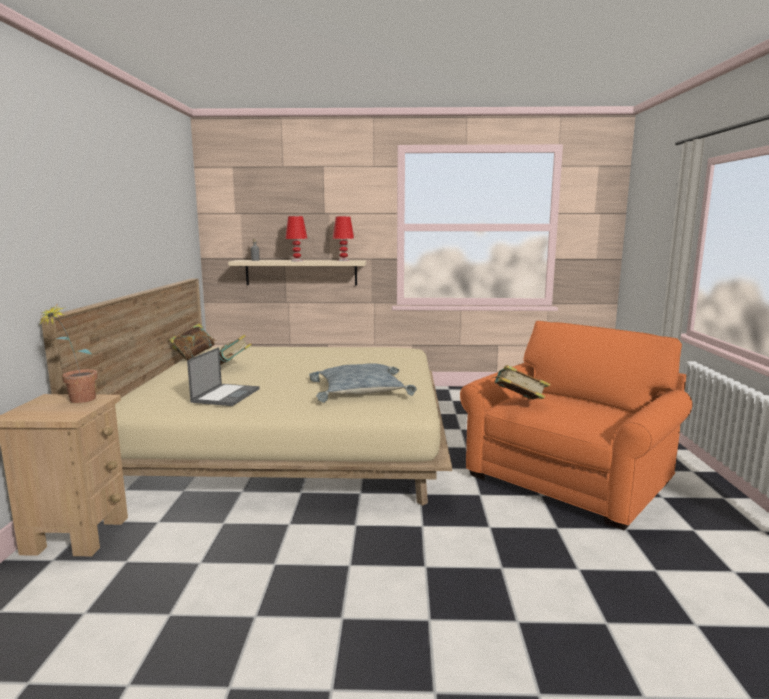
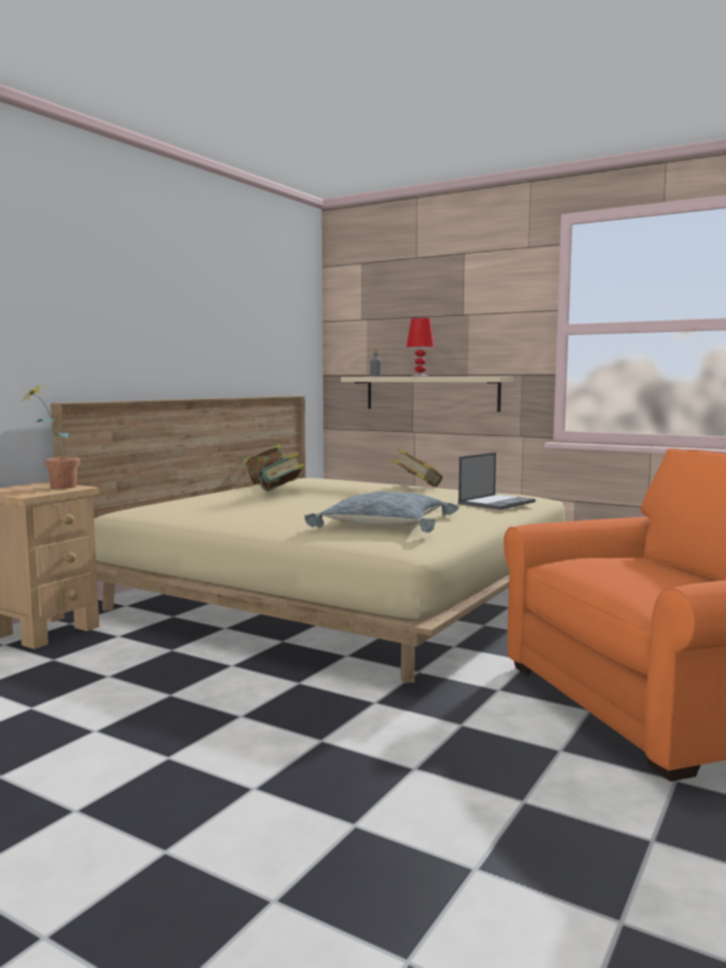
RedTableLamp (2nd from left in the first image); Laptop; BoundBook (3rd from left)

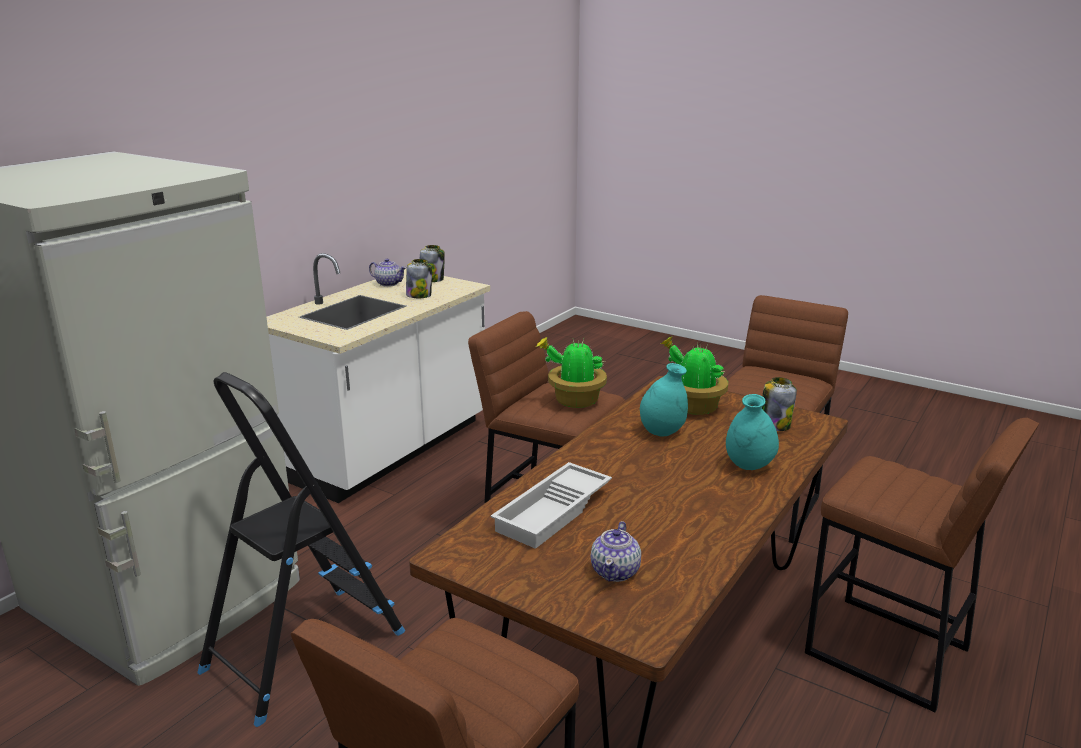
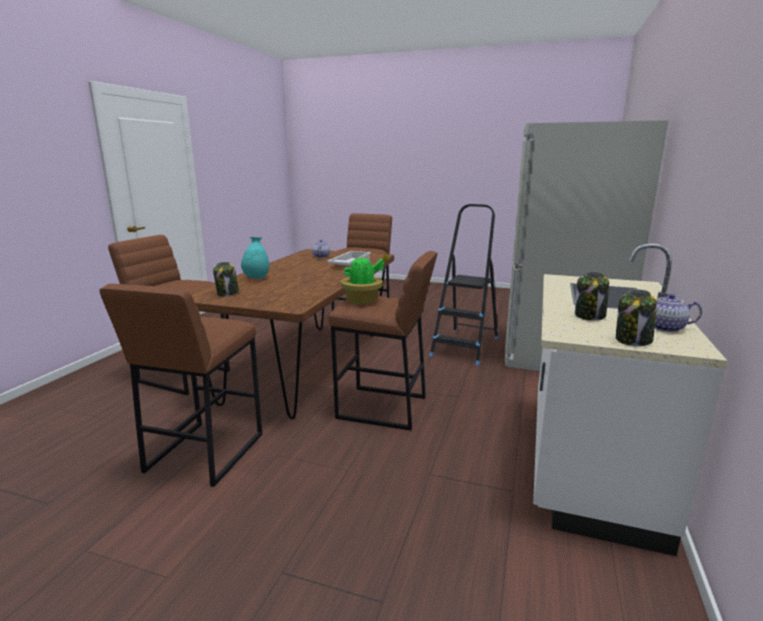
BlueGreenDecorativeVase (1st from left in the first image); PottedPlant (2nd from left in the first image)

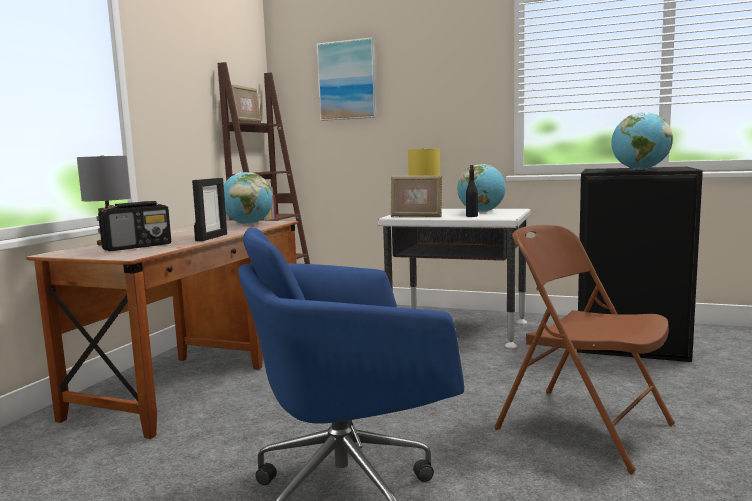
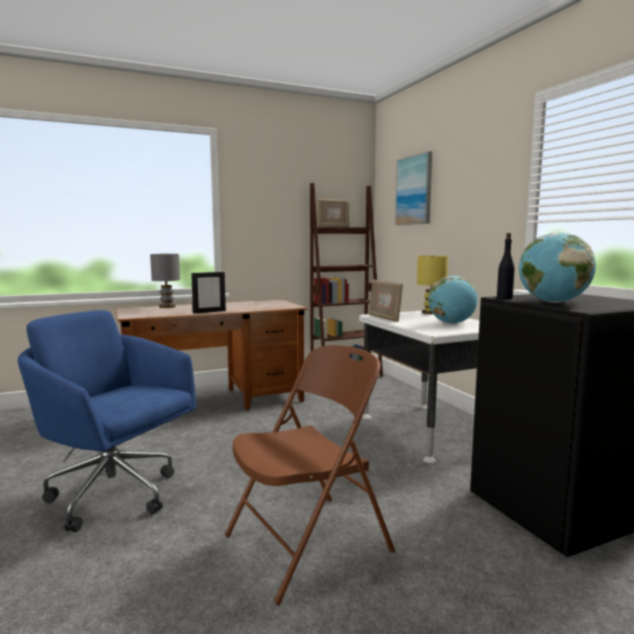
Radio; Globe (1st from left in the first image); BlackDrinkBottle; BrownUprightChair

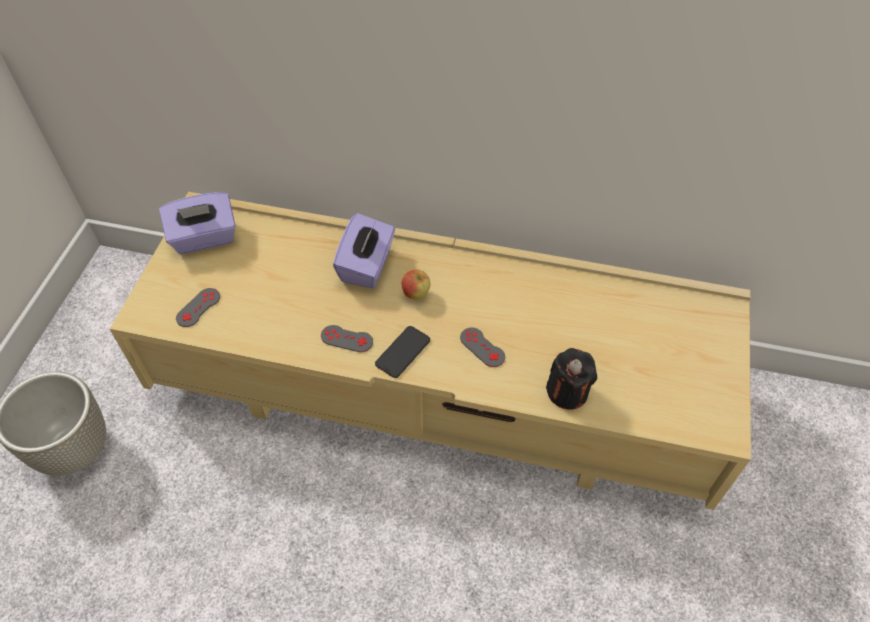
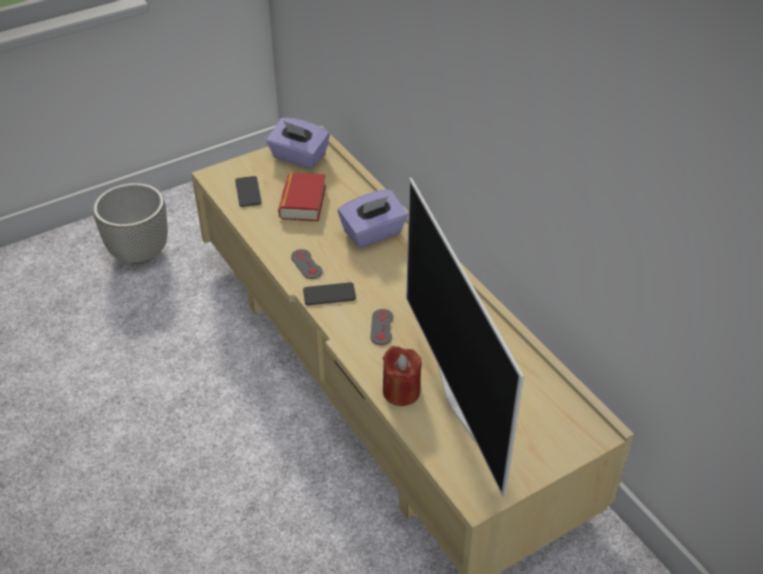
AppleFruit; BoundBook; TvSet; Phone (1st from left); RedWaxLight

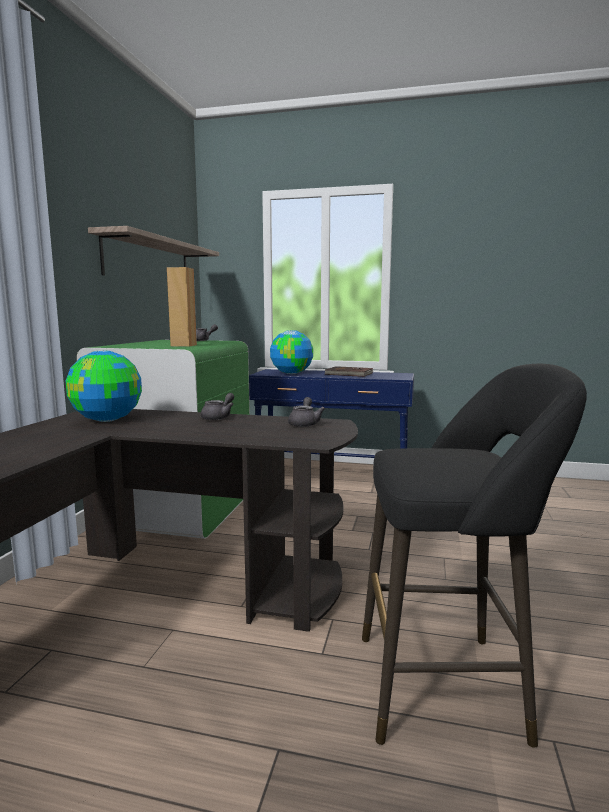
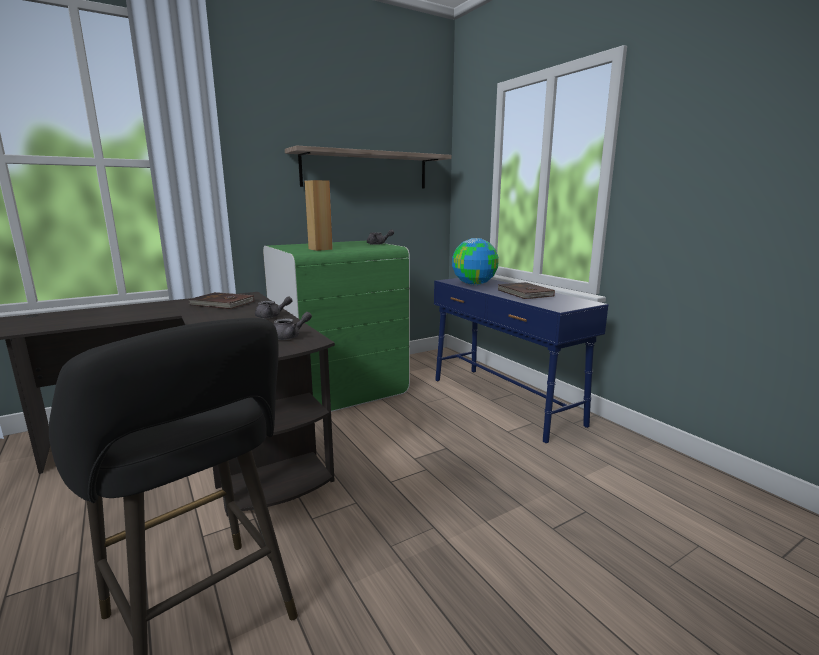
BrownBoundBook (1st from left)

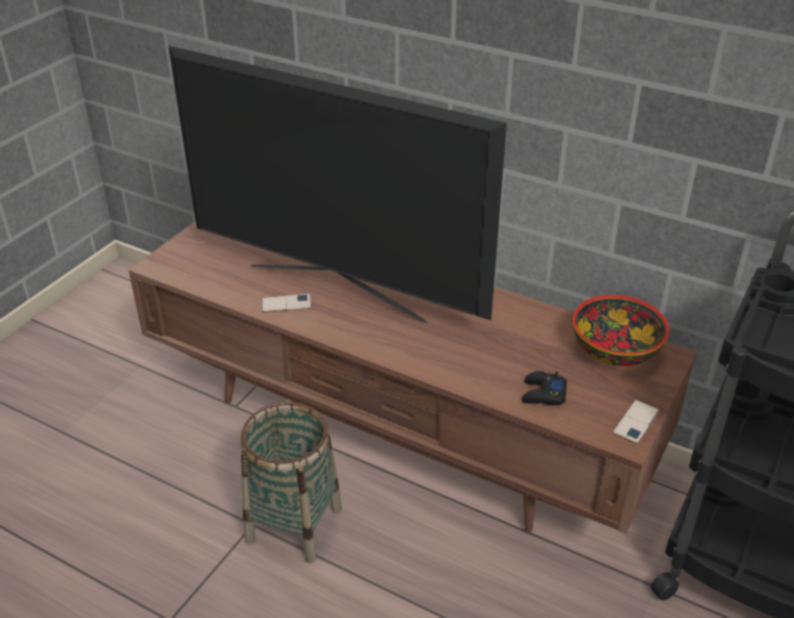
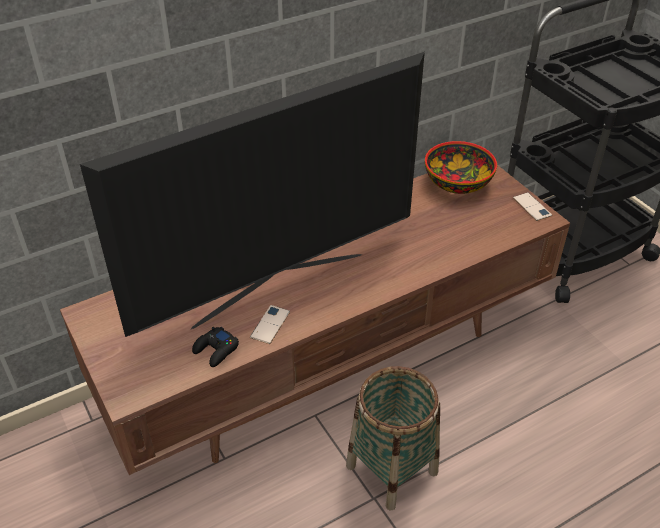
BlackJoypad

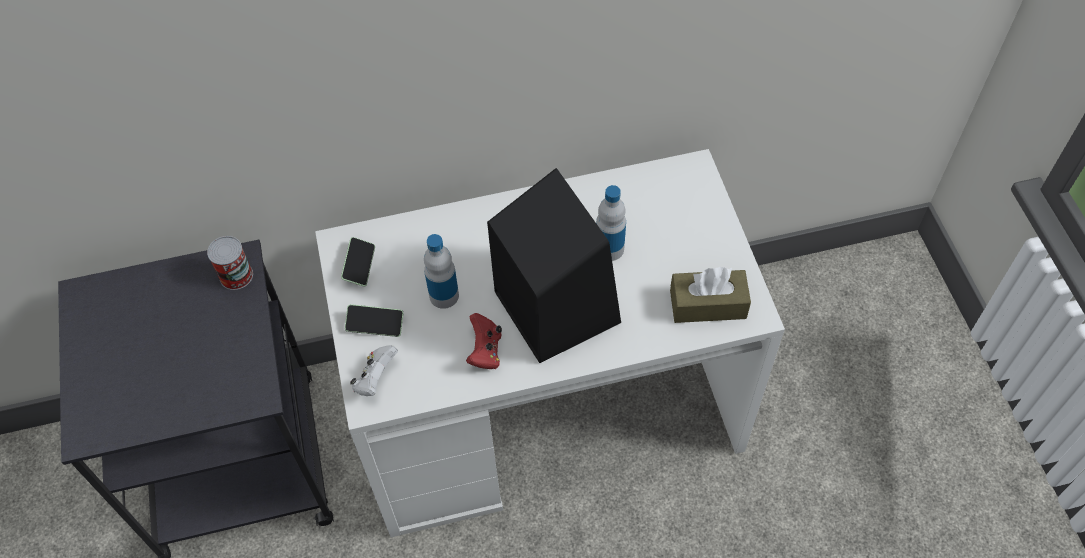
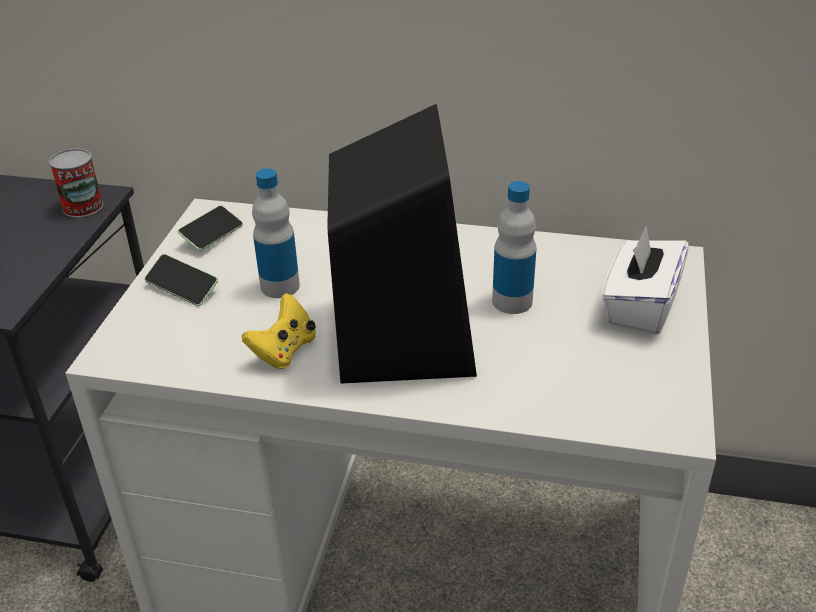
WhiteJoypad; BrownTissueHolder; WhiteTissueHolder; YellowColouredJoypad

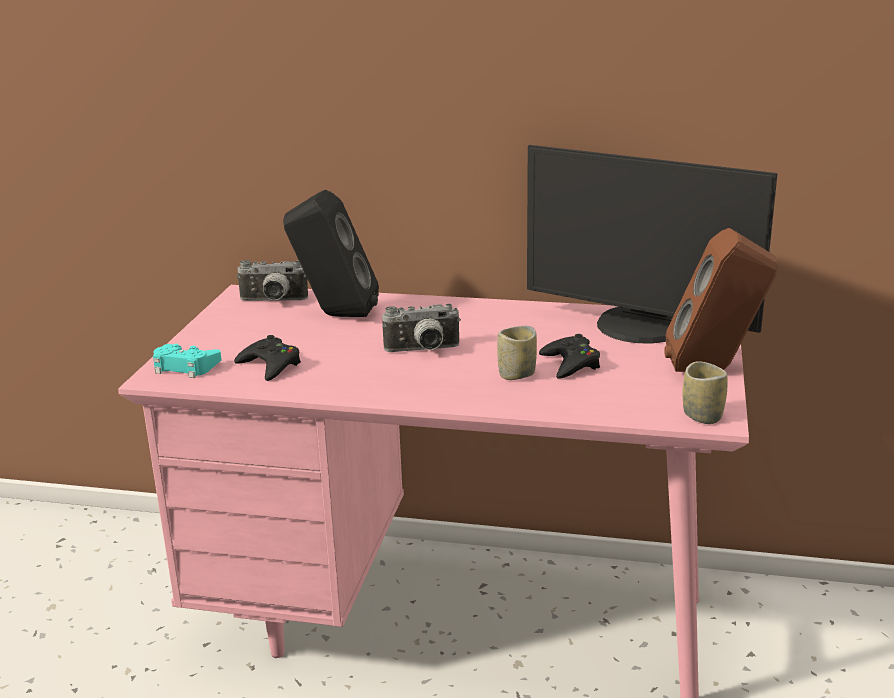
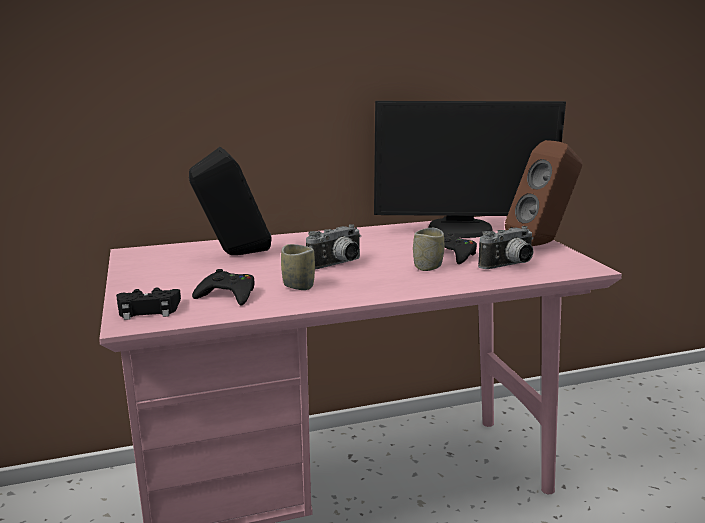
StillCamera (2nd from left); DrinkingCup (1st from left); BlackJoypad (1st from left)

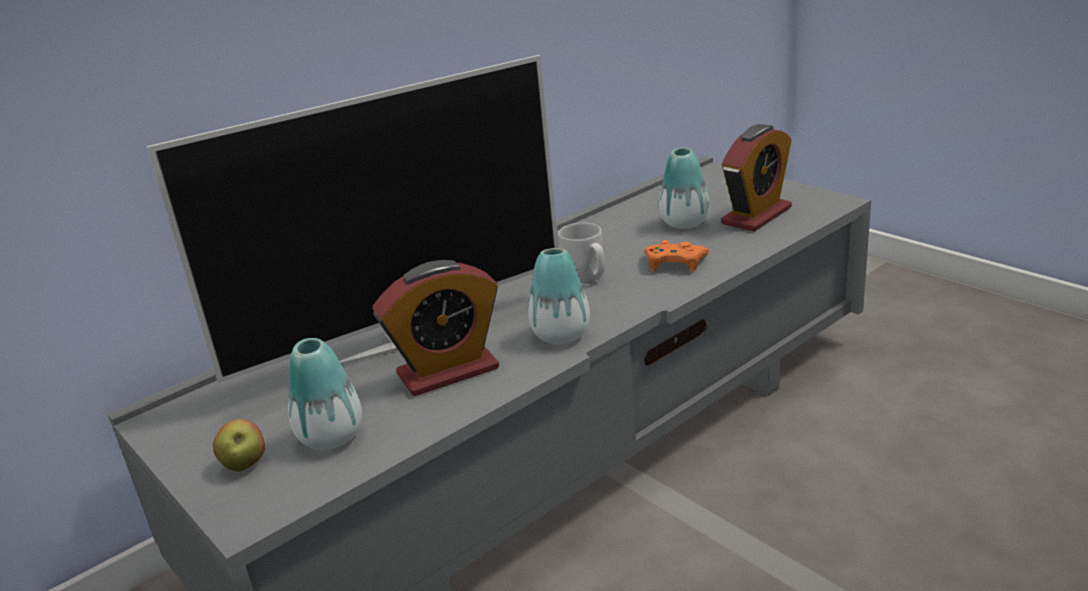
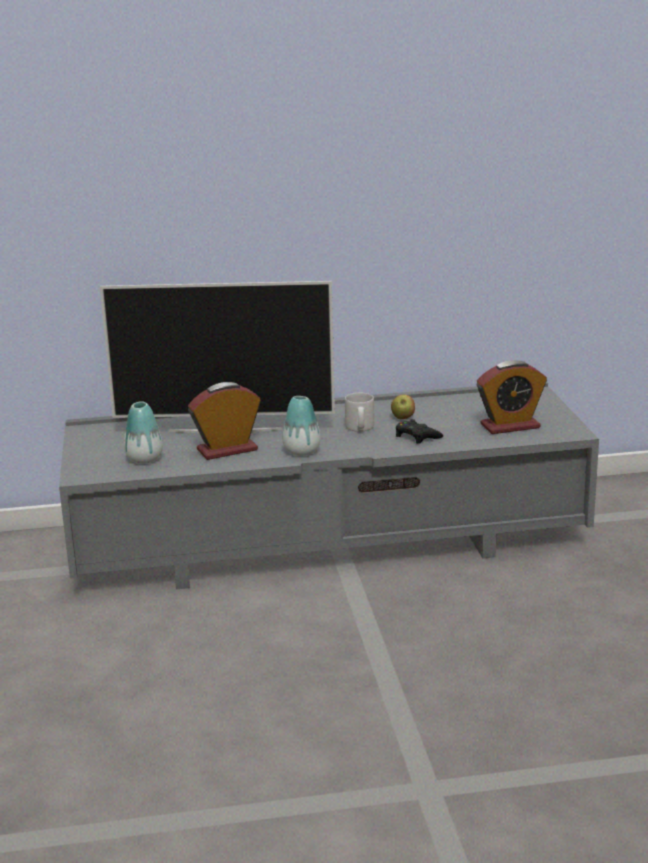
DecorativeVase (3rd from left in the first image); AppleFruit; BlackJoypad; BedsideClock (1st from left)

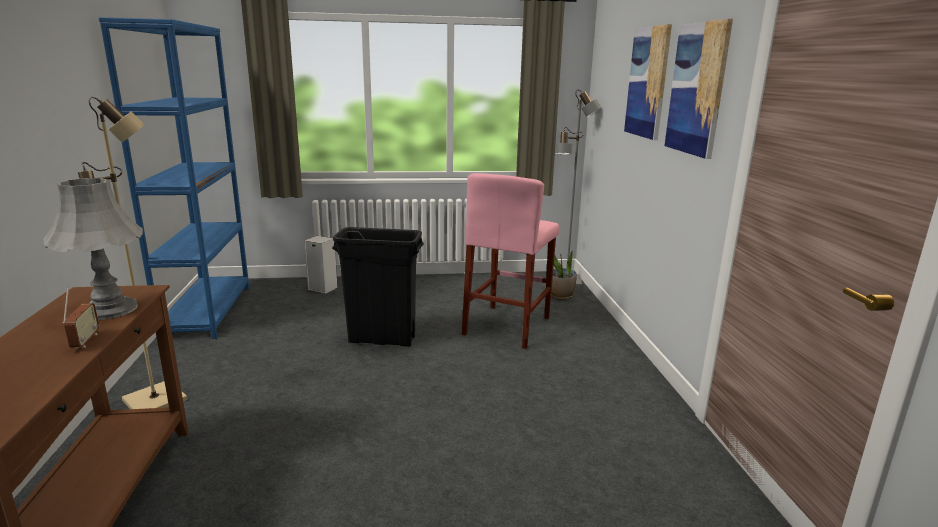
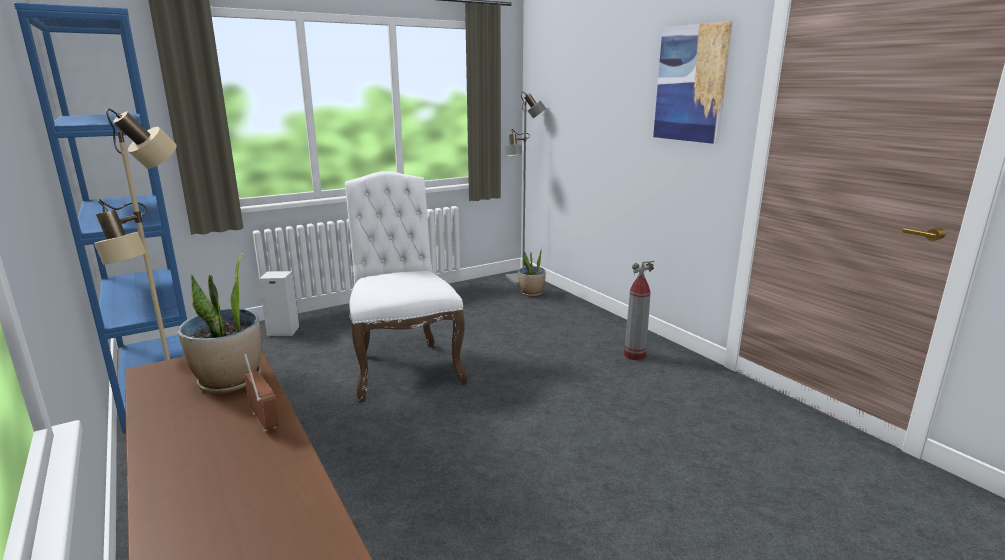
PinkColouredSittingStool; Picture (1st from left in the first image); Extinguisher; PottedPlant (1st from left); WhiteUprightChair

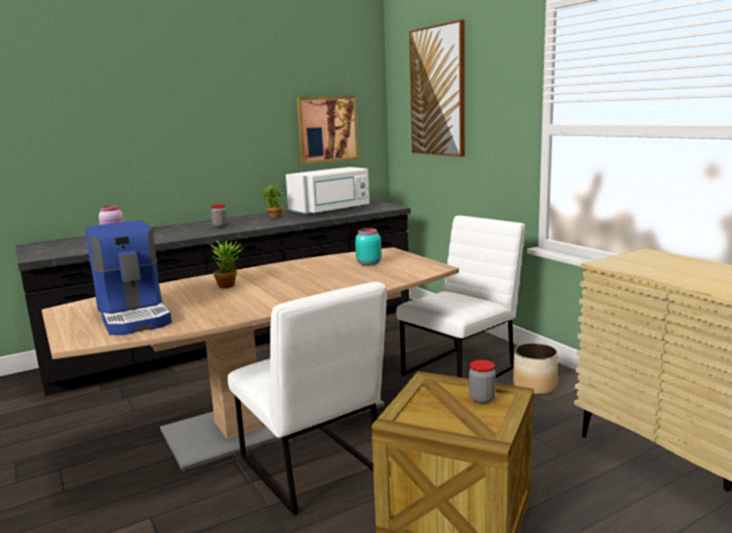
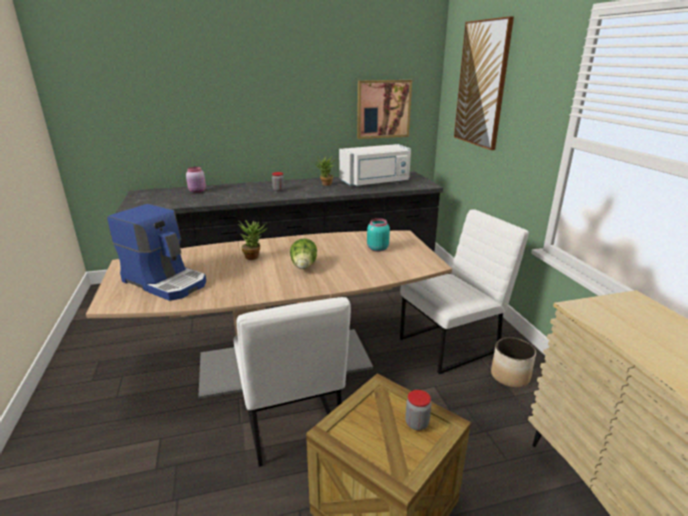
HeadOfLettuce; CoffeeMaker

